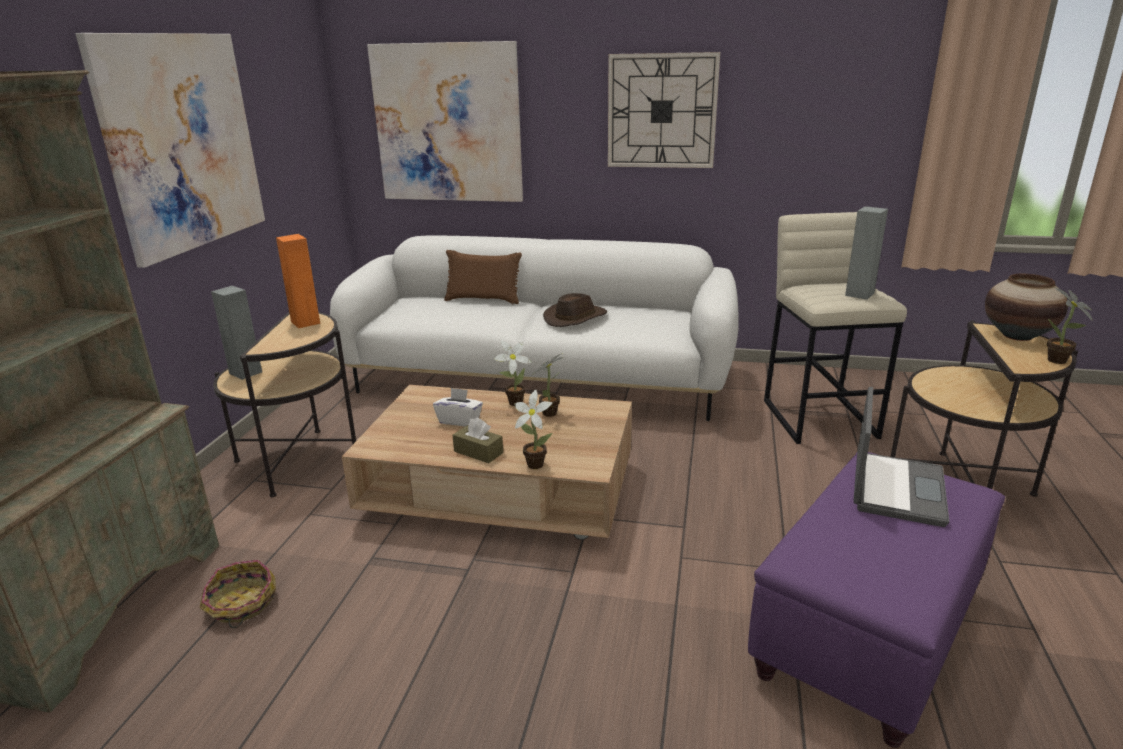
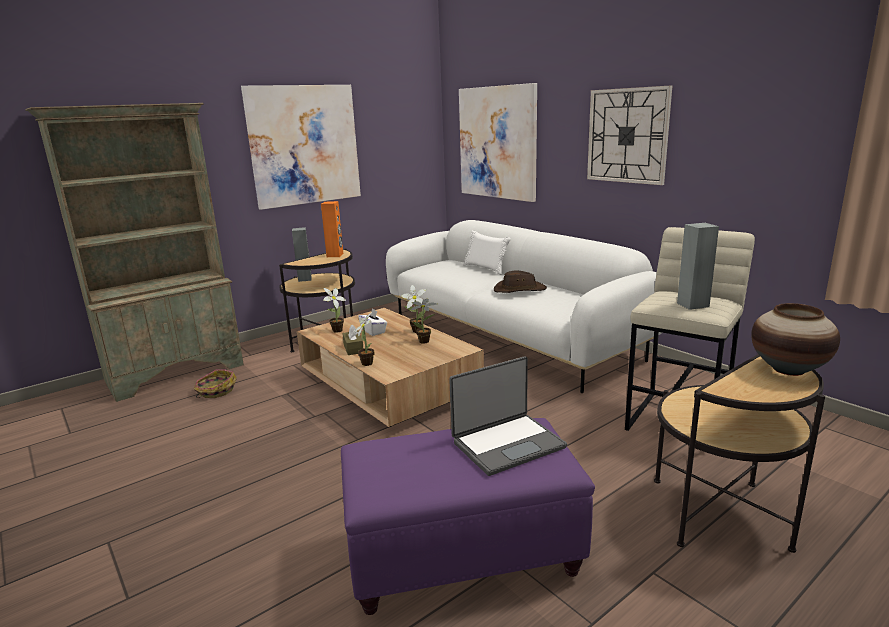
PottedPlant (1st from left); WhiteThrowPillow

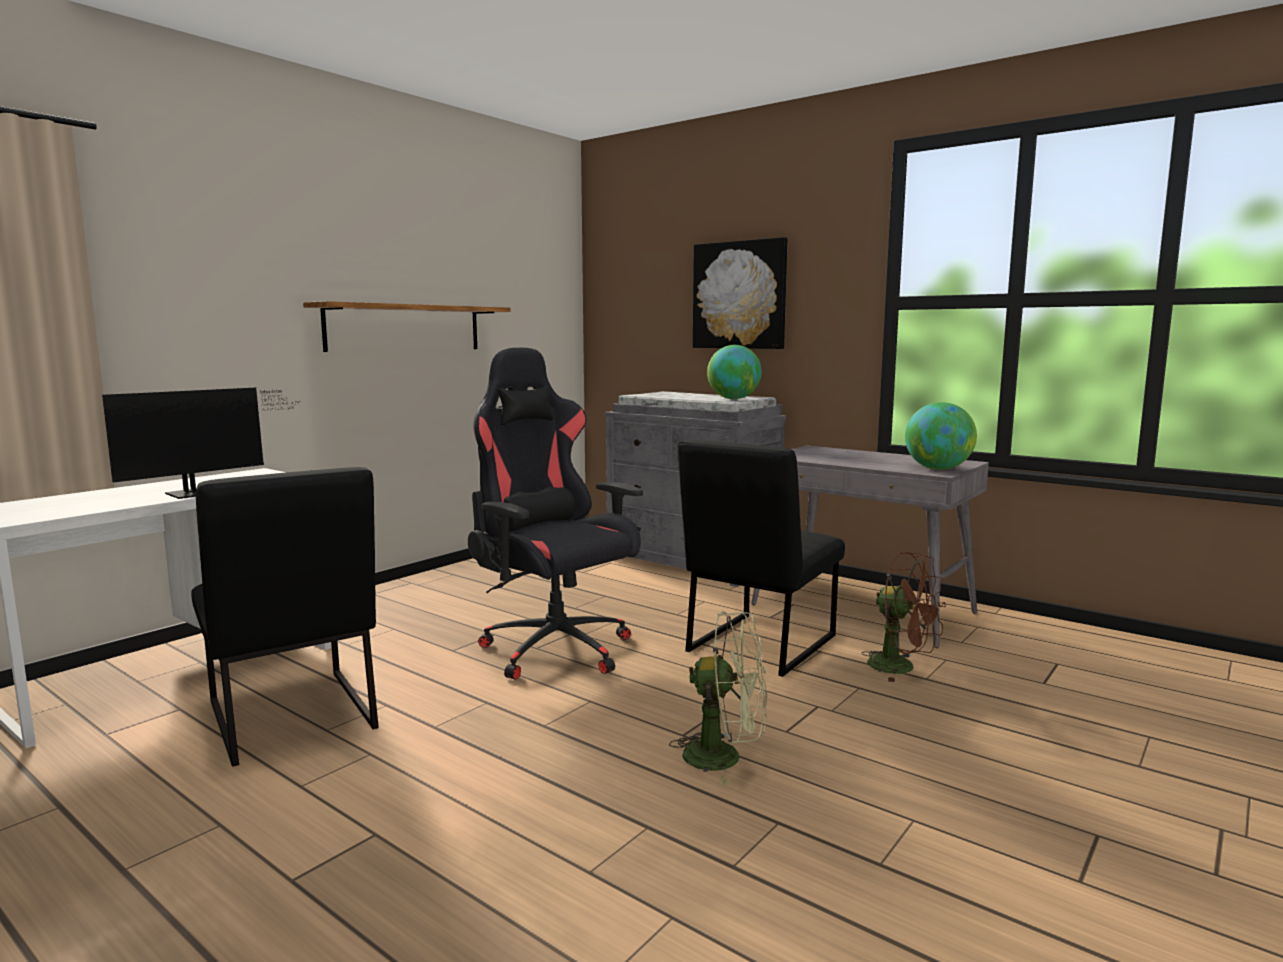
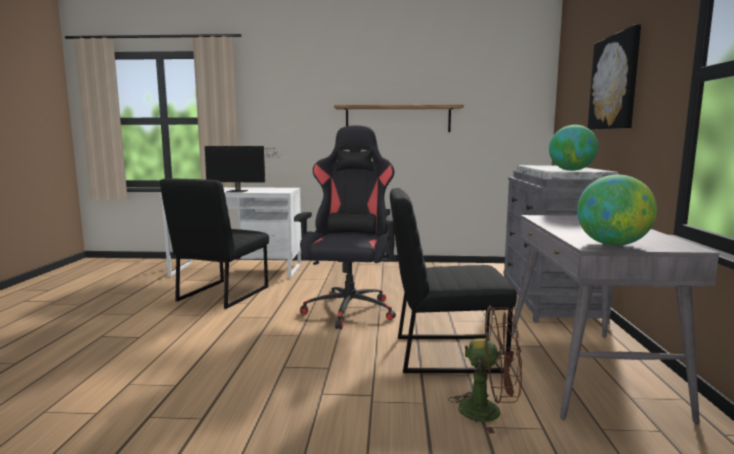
GreenishFan; BrownFan

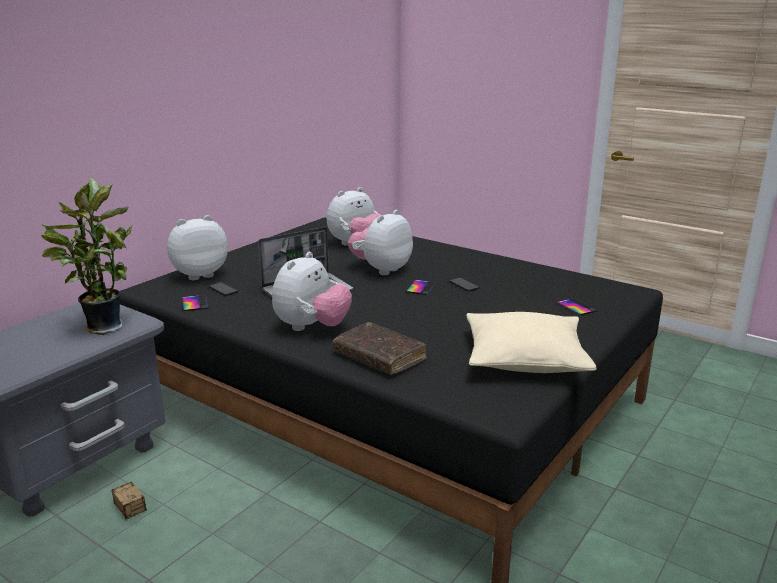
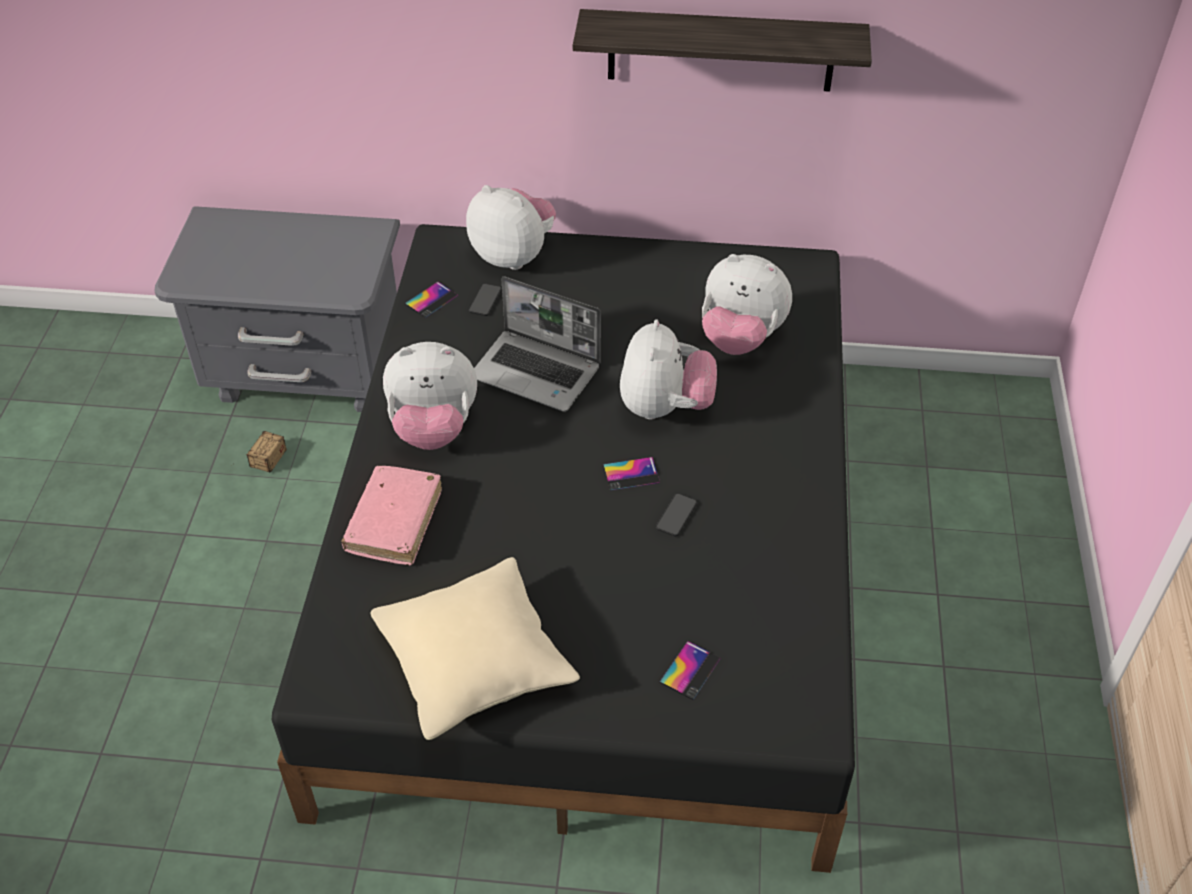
PottedPlant; Shelf; PinkColouredBoundBook; CuddlyToy (3rd from left)

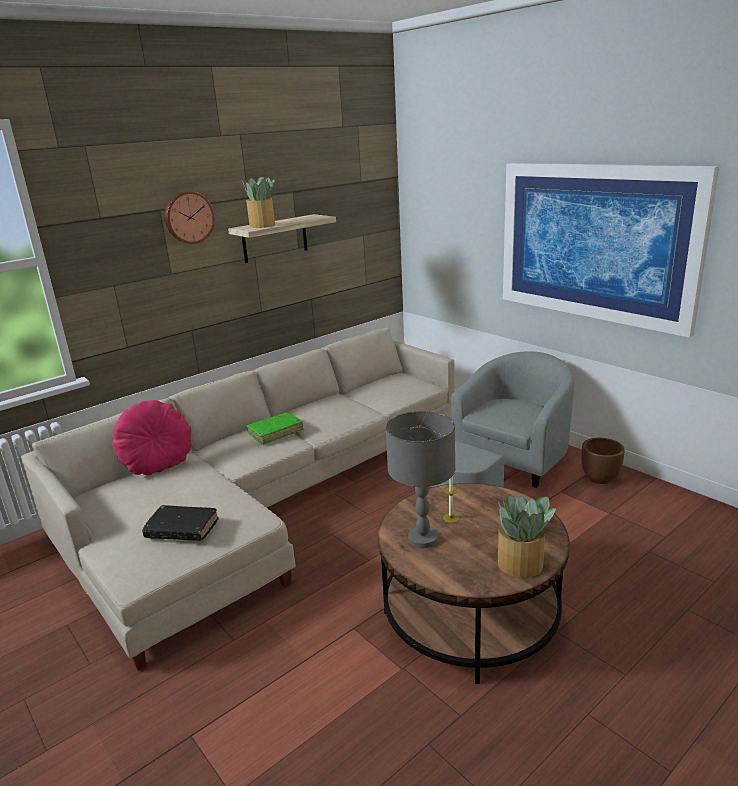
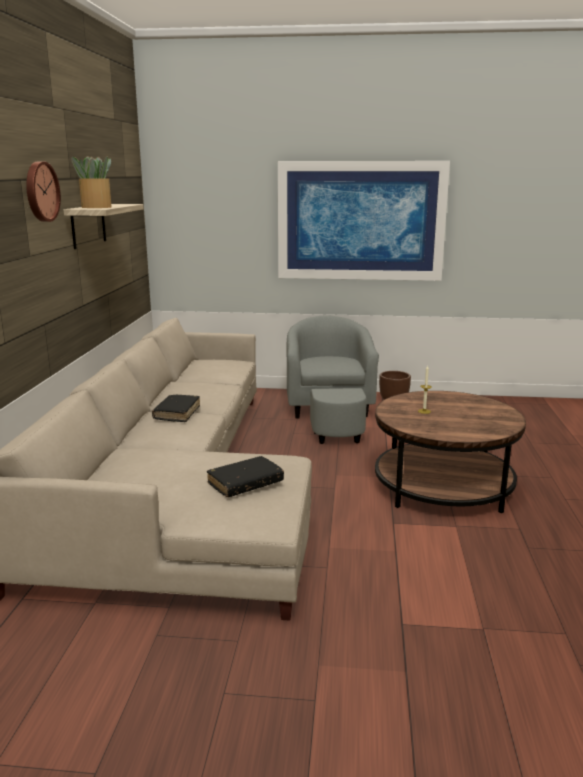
PinkColouredThrowPillow; GreyishTableLamp; PottedPlant (2nd from left in the first image); BlackBoundBook (1st from left)

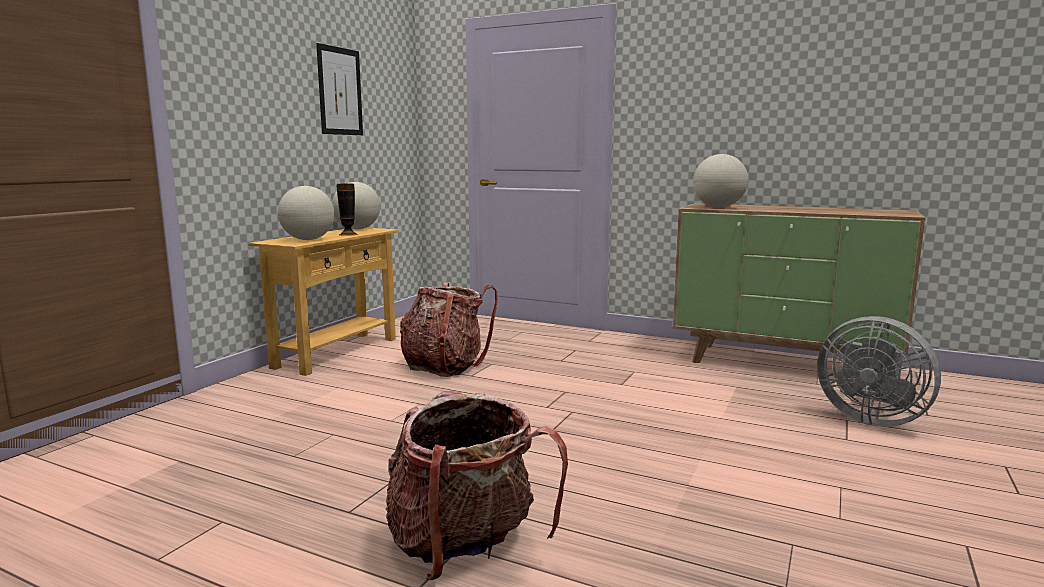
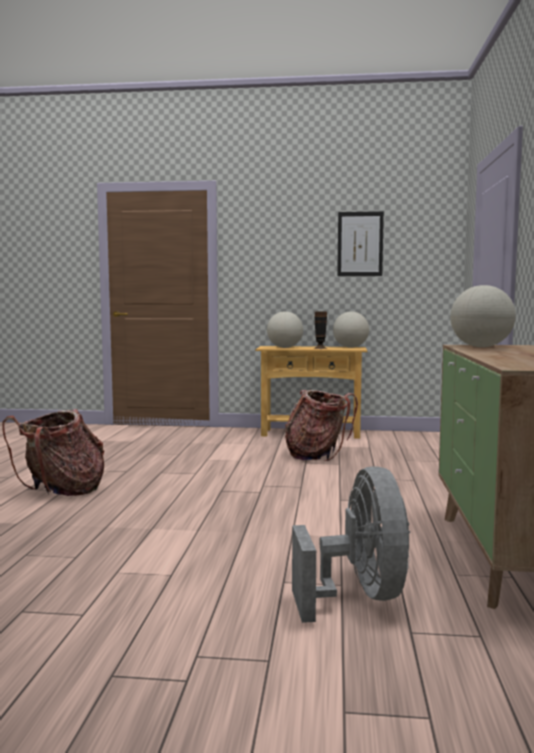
GreyishFan

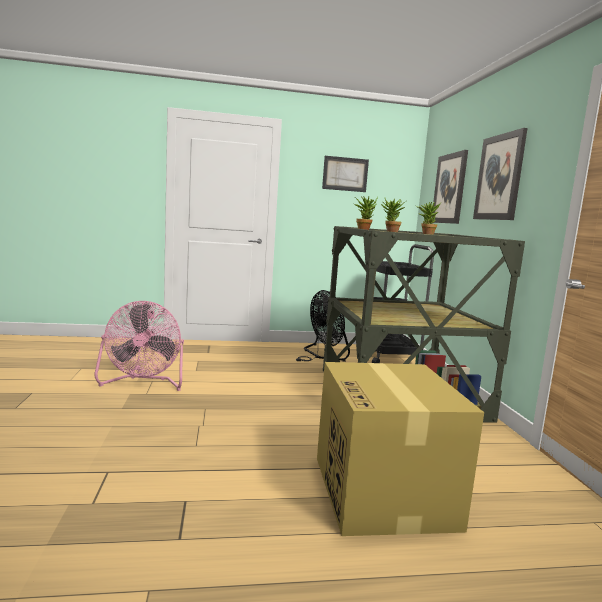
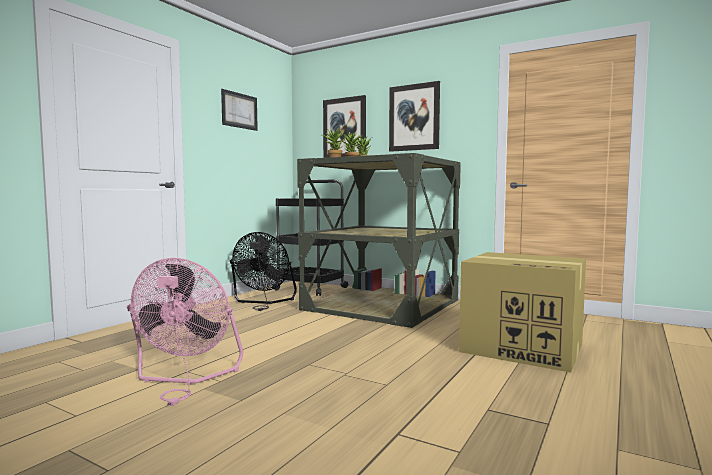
PinkColouredFan

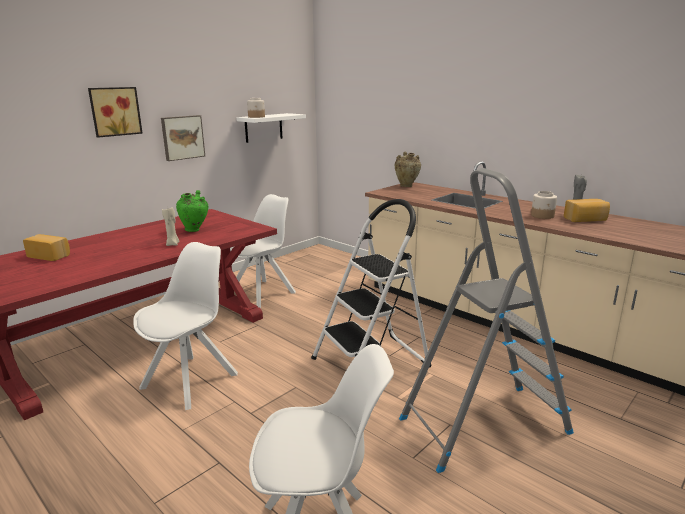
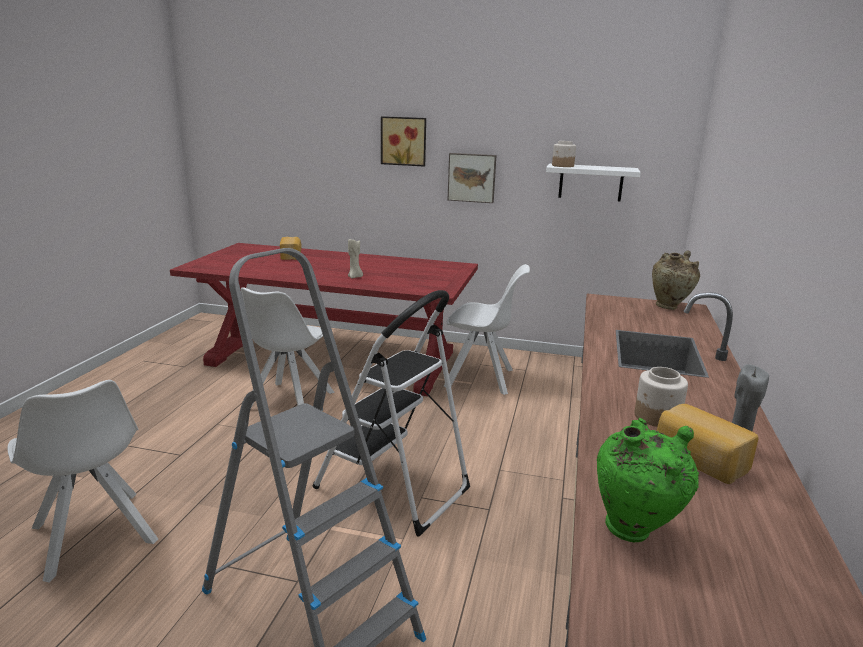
GreenishDecorativeVase; WhiteUprightChair (2nd from left)

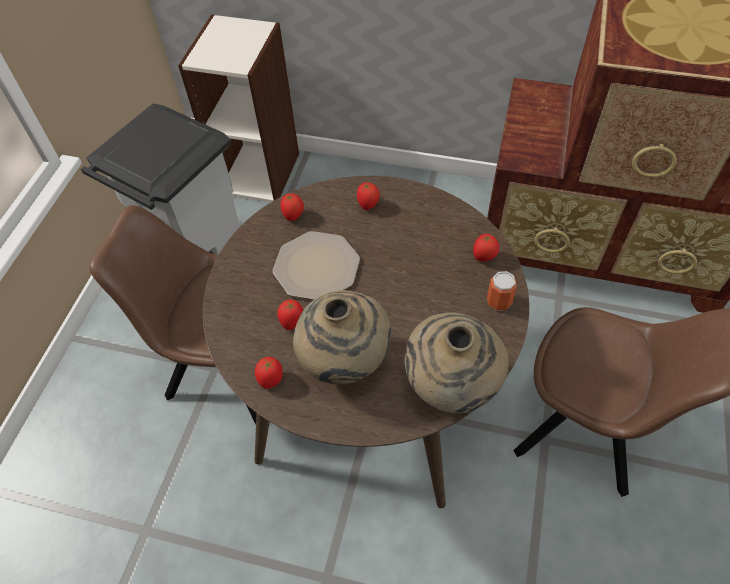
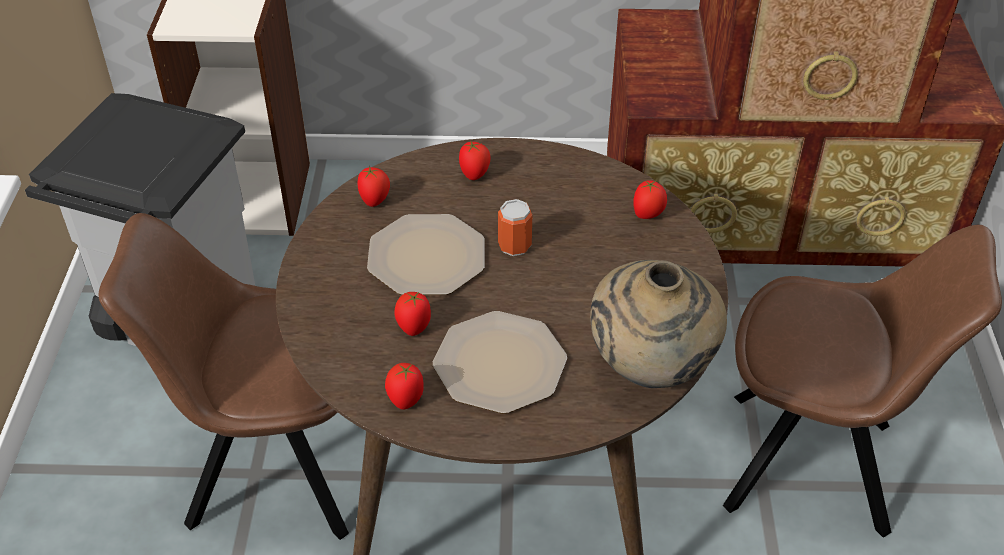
MetalCan; FlatDish (2nd from left)

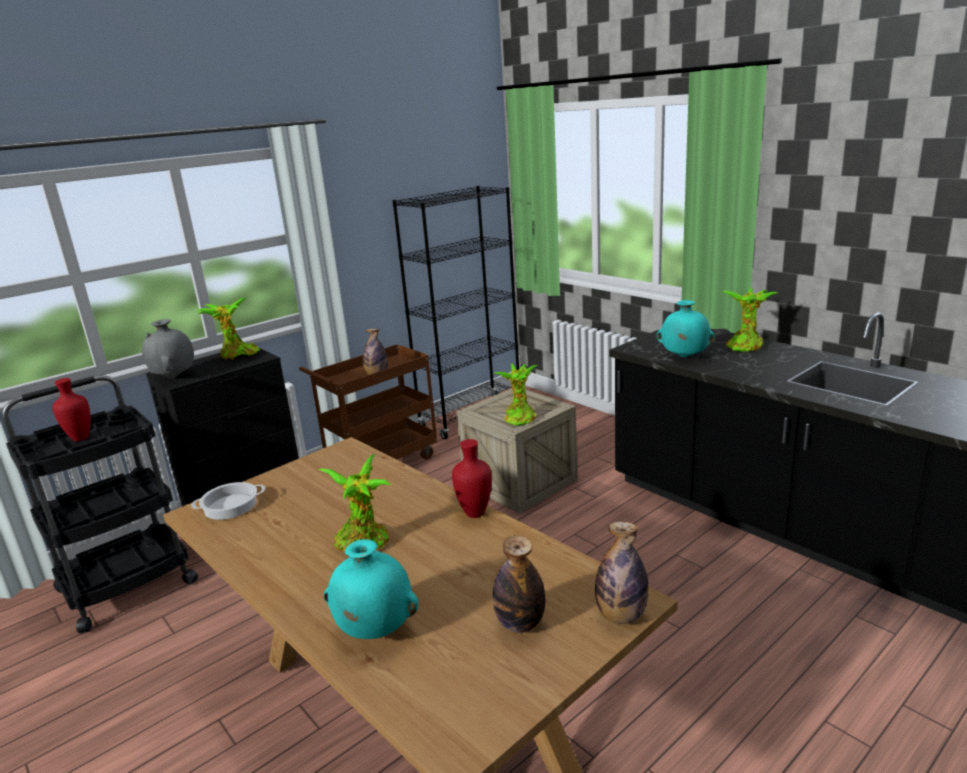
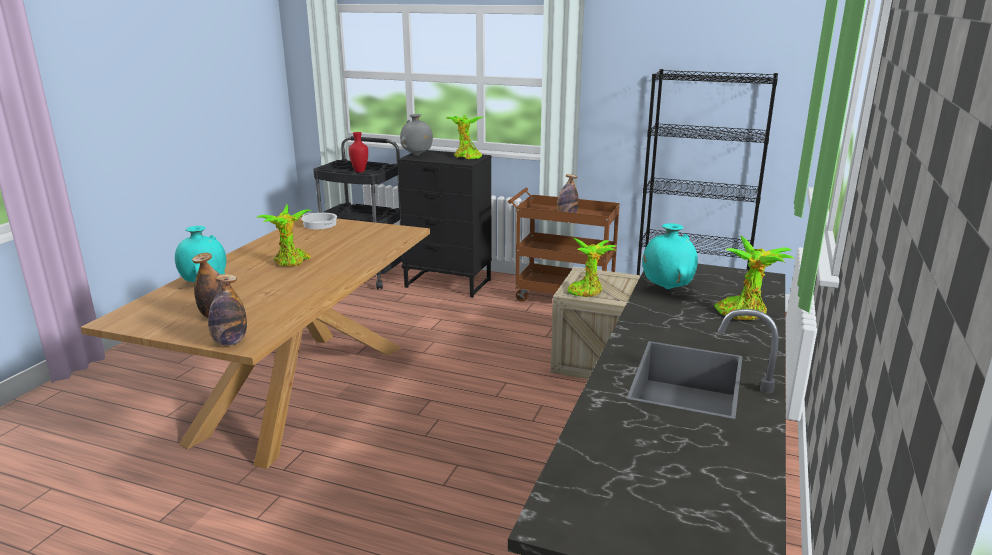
RedDecorativeVase (2nd from left in the first image)

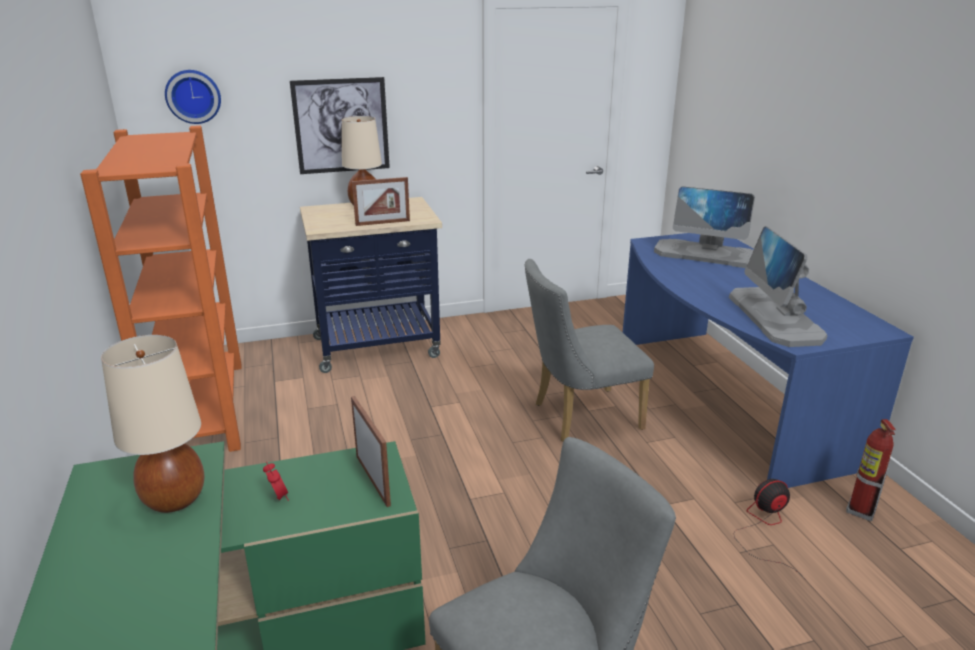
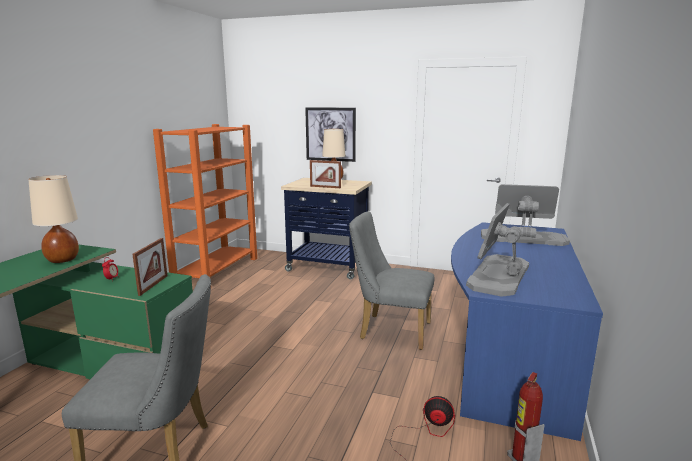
WallClock; Monitor (2nd from left)

